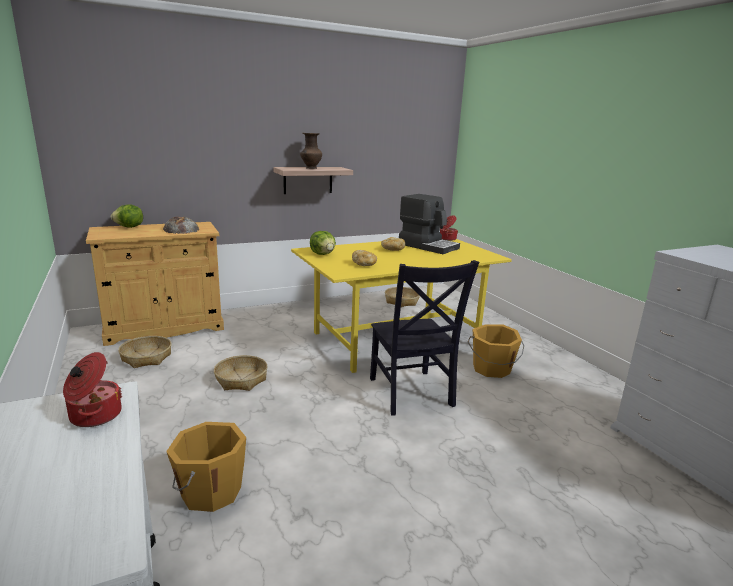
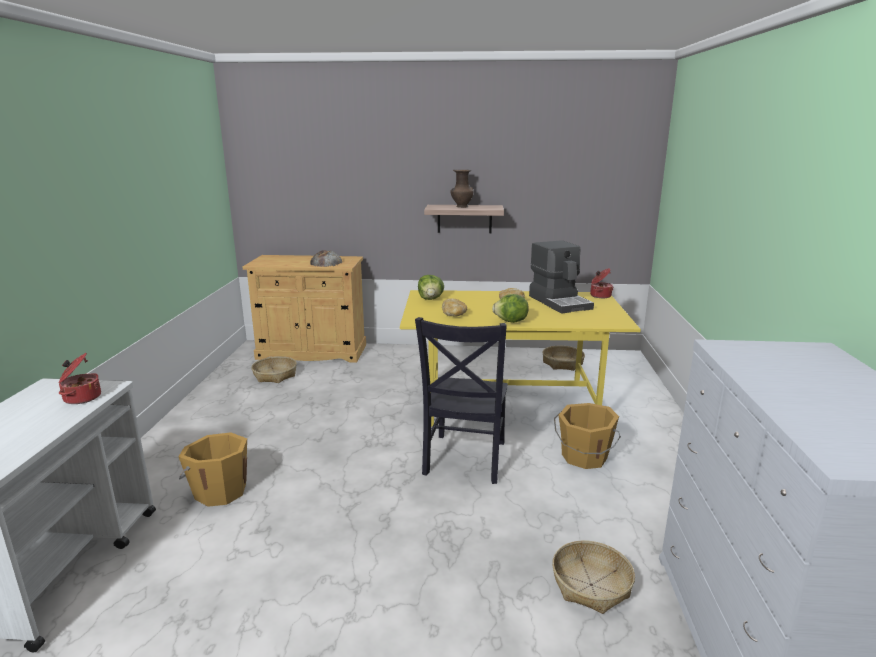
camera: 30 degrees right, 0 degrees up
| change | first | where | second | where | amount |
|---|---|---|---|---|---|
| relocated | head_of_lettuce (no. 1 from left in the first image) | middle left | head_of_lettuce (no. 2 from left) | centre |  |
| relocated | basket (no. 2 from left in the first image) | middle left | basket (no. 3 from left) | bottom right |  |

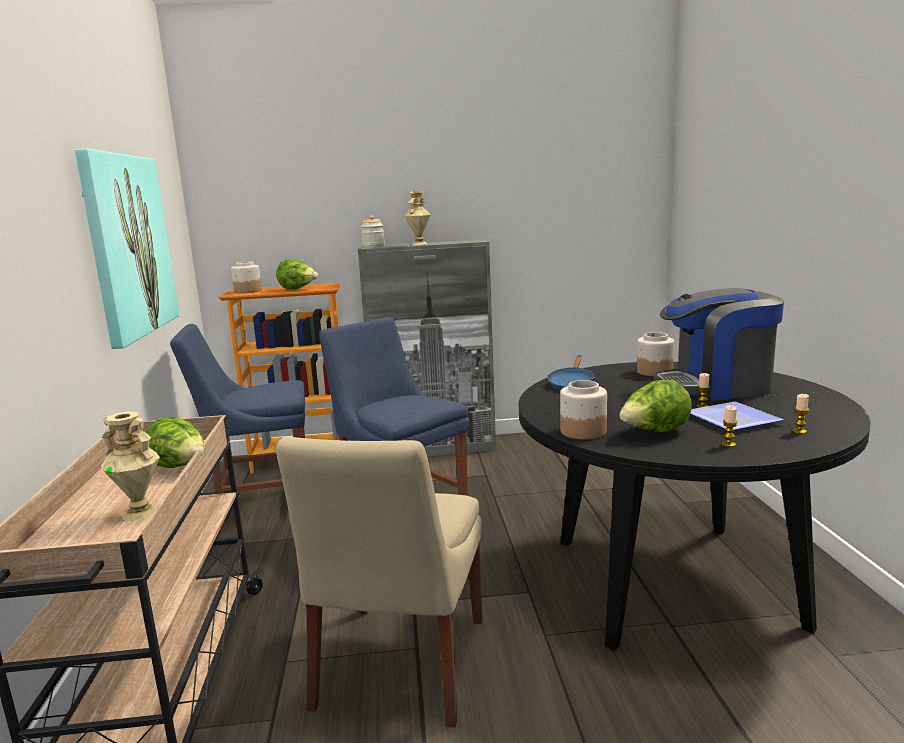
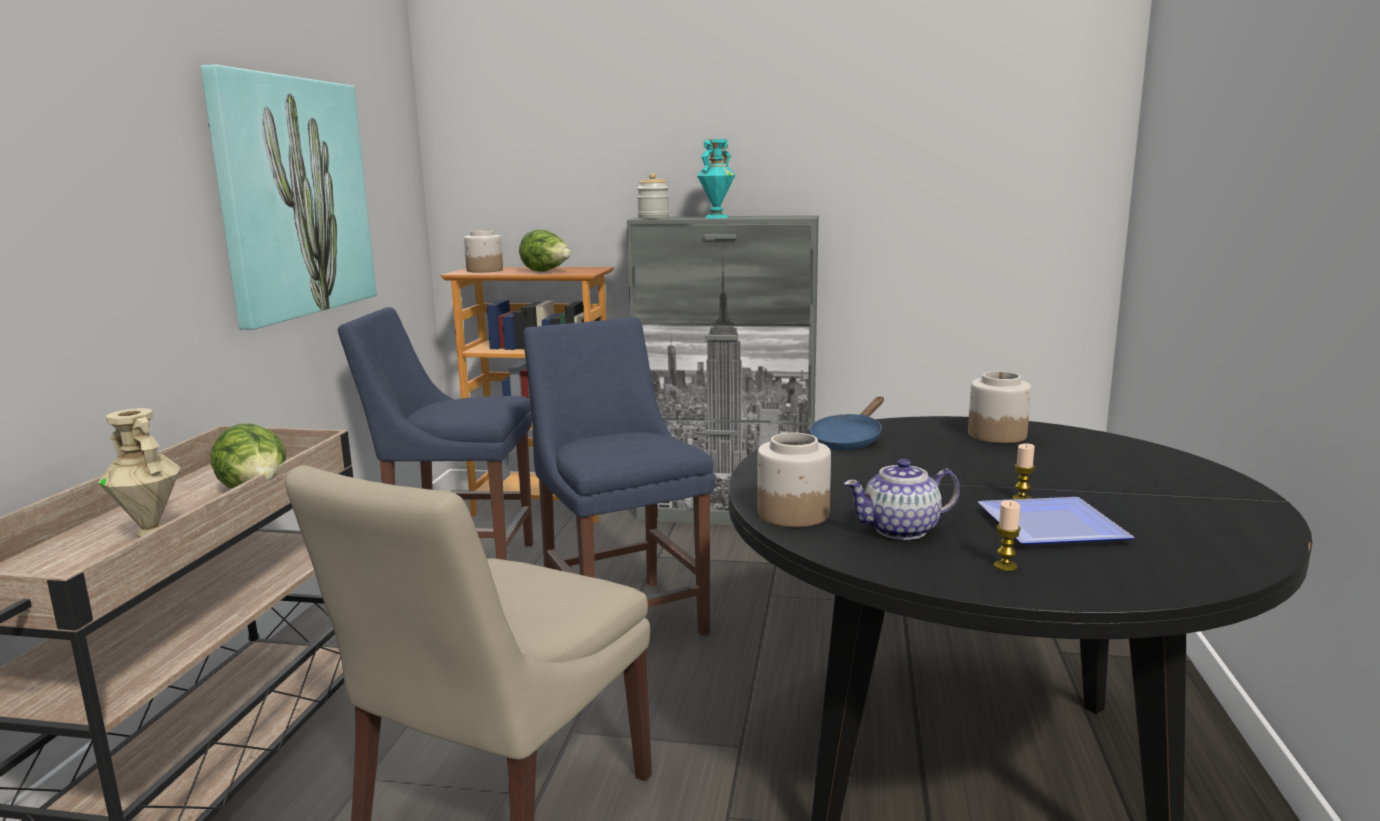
camera: 15 degrees right, 0 degrees up
| change | first | where | second | where | amount |
|---|---|---|---|---|---|
| colour | sand-coloured_vase (no. 2 from left) | top centre | turquoise_vase | top centre |  |
| exchanged | head_of_lettuce (no. 3 from left) | middle right | tea_pot | centre |  |
| missing | coffee_brewer | middle right |  |  |  |
| missing | candle (no. 3 from left) | middle right |  |  |  |

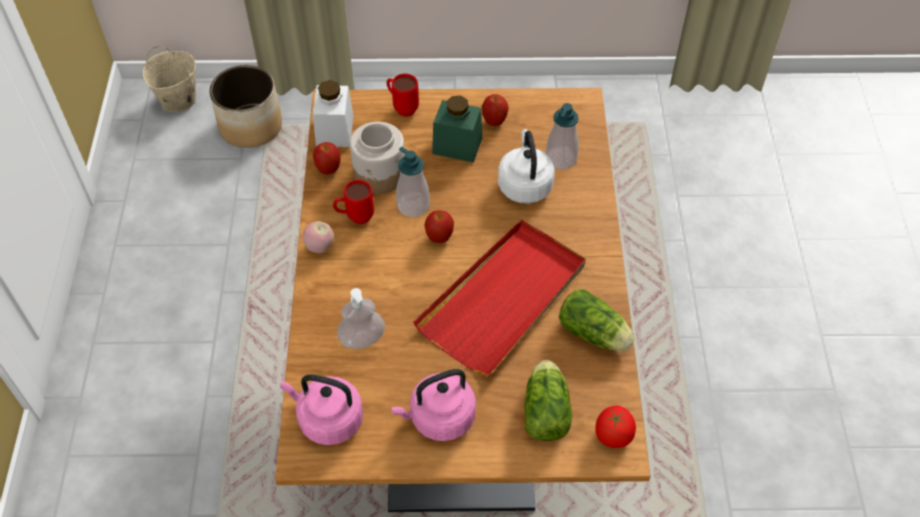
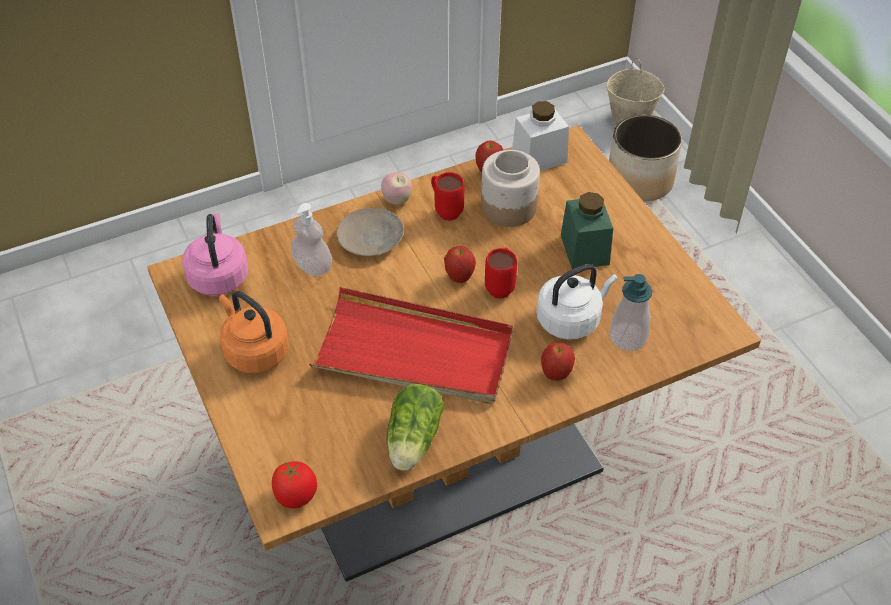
camera: 65 degrees right, 5 degrees down
| change | first | where | second | where | amount |
|---|---|---|---|---|---|
| relocated | reddish_mug (no. 2 from left) | top centre |  | centre |  |
| colour | pink_tea_kettle (no. 2 from left) | bottom centre | orange_tea_kettle | middle left |  |
| missing | liquid_soap_bottle (no. 2 from left) | centre |  |  |  |
| relocated | apple (no. 4 from left) | top centre |  | centre |  |
| missing | head_of_lettuce (no. 1 from left) | bottom centre |  |  |  |
| appeared |  |  | sand-coloured_plate | centre |  |

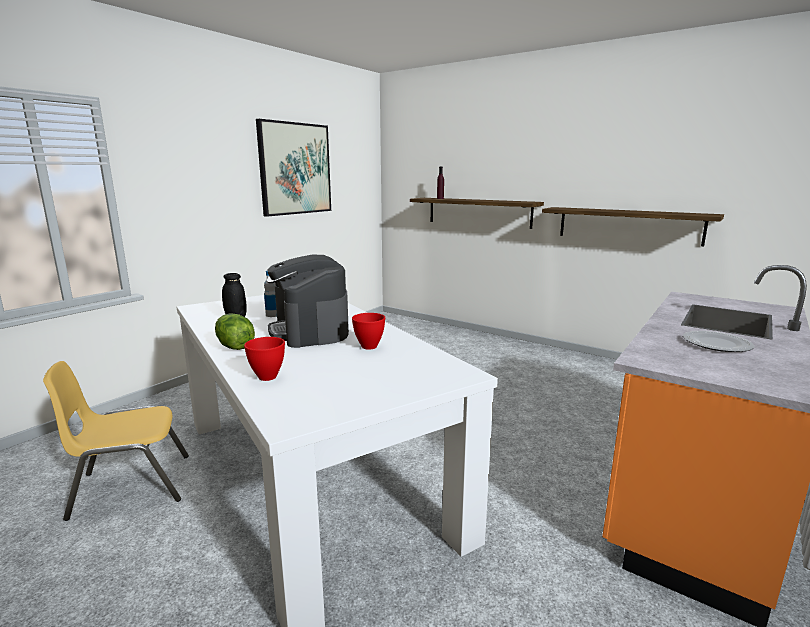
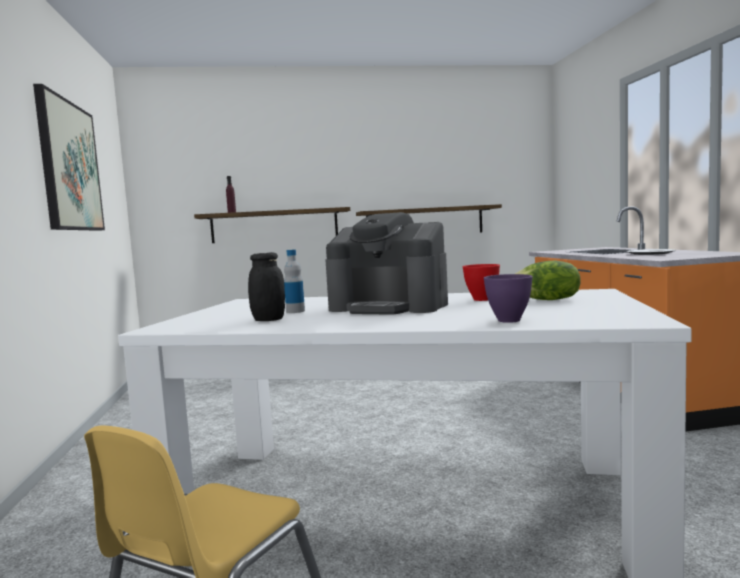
camera: 45 degrees left, 10 degrees down
| change | first | where | second | where | amount |
|---|---|---|---|---|---|
| relocated | head_of_lettuce | middle left |  | middle right |  |
| colour | reddish_serving_bowl (no. 1 from left) | middle left | purple-coloured_serving_bowl | middle right |  |

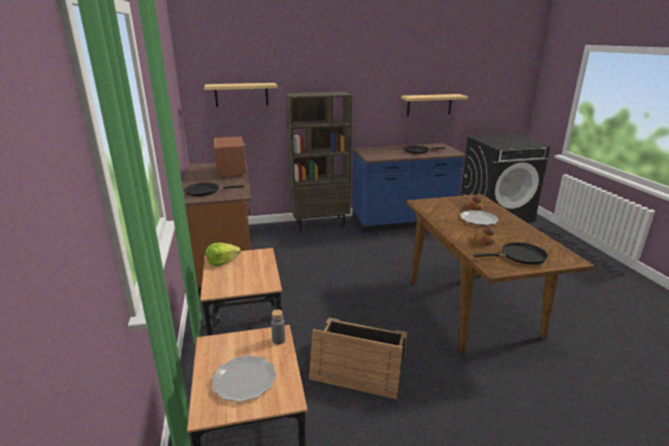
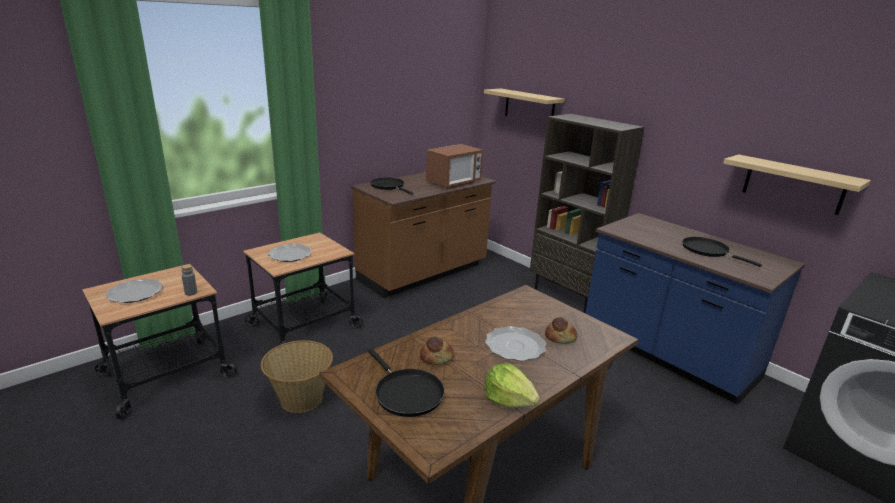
camera: 60 degrees right, 0 degrees up
| change | first | where | second | where | amount |
|---|---|---|---|---|---|
| relocated | head_of_lettuce | centre |  | bottom centre |  |
| exchanged | shipping_crate | bottom centre | basket | bottom left |  |
| appeared |  |  | plate (no. 2 from left) | middle left |  |

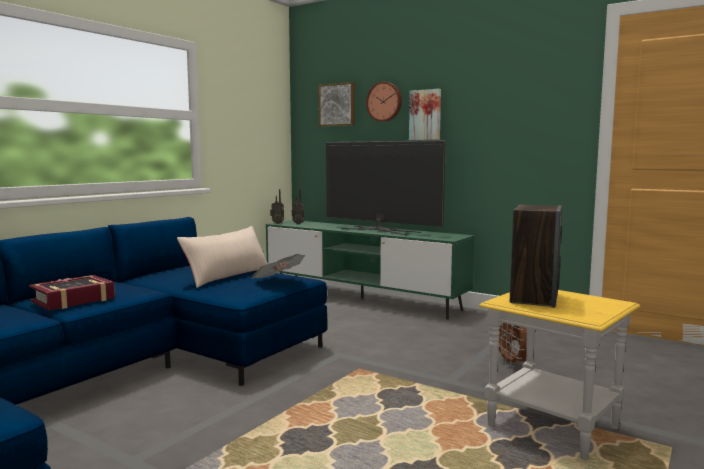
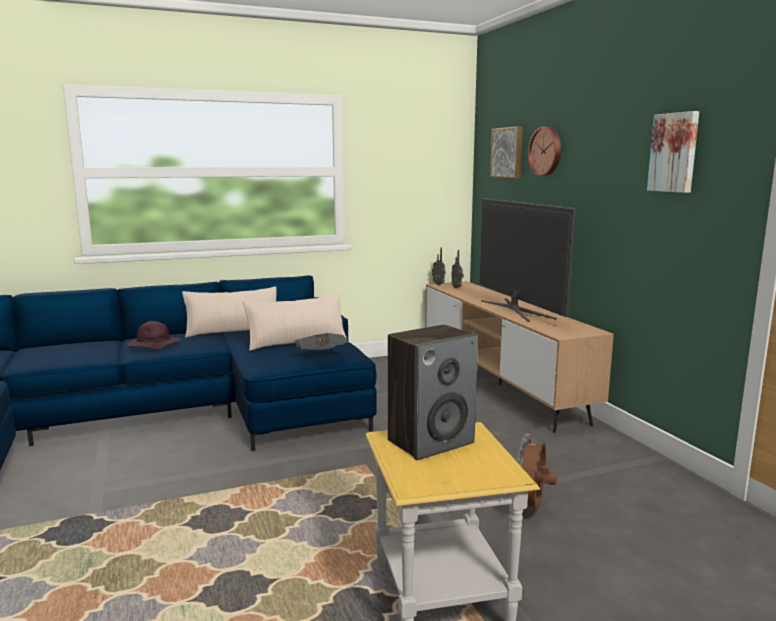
camera: 35 degrees right, 5 degrees up
| change | first | where | second | where | amount |
|---|---|---|---|---|---|
| exchanged | book | middle left | purple-coloured_clothing_hat | middle left |  |
| colour | green-coloured_tv_unit | centre | brownish_tv_unit | middle right |  |
| relocated | wall_art (no. 2 from left) | top centre |  | top right |  |
| appeared |  |  | sand-coloured_pillow (no. 1 from left) | middle left |  |

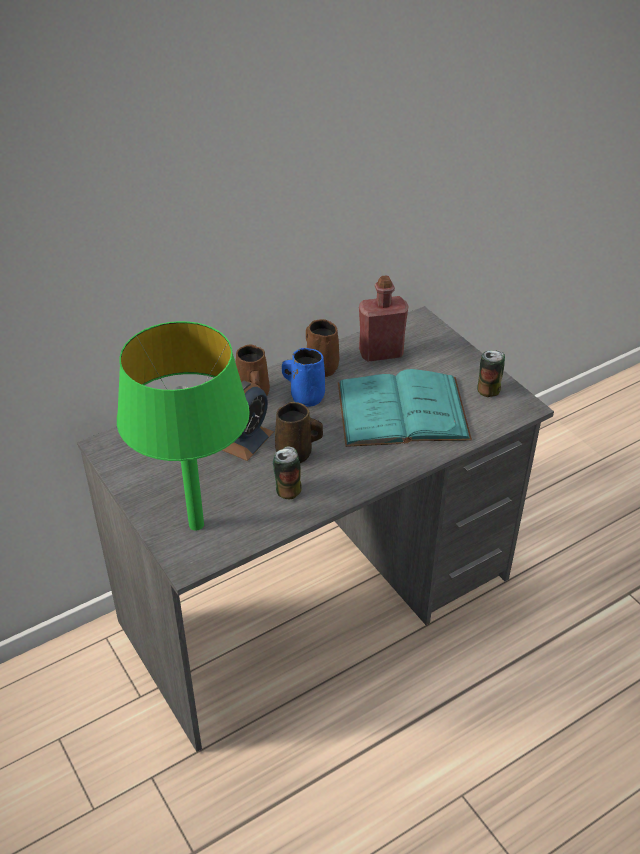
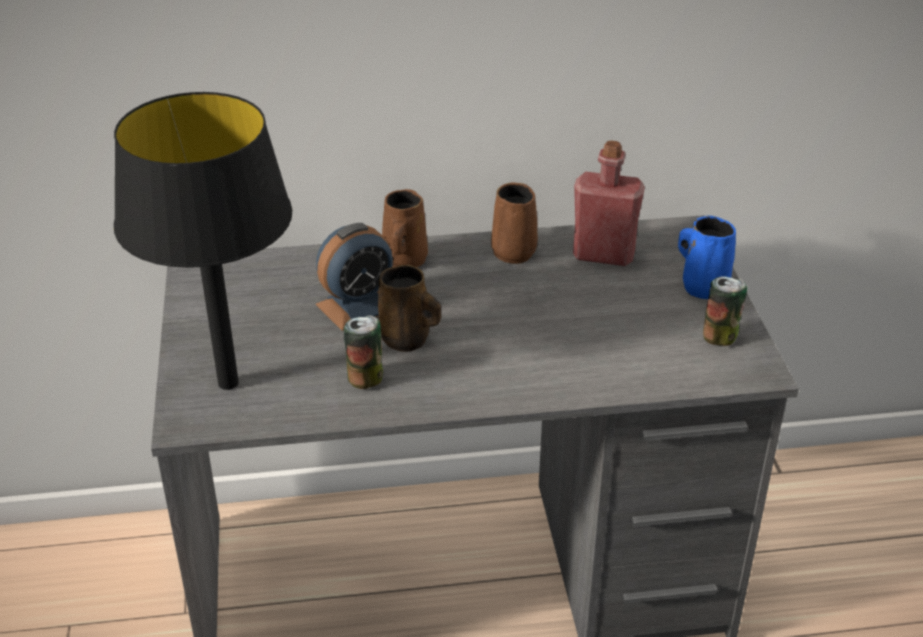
camera: 25 degrees right, 5 degrees down
| change | first | where | second | where | amount |
|---|---|---|---|---|---|
| colour | green-coloured_table_lamp | middle left | black_table_lamp | middle left |  |
| relocated | blue_mug | centre |  | middle right |  |
| missing | turquoise_book | centre |  |  |  |

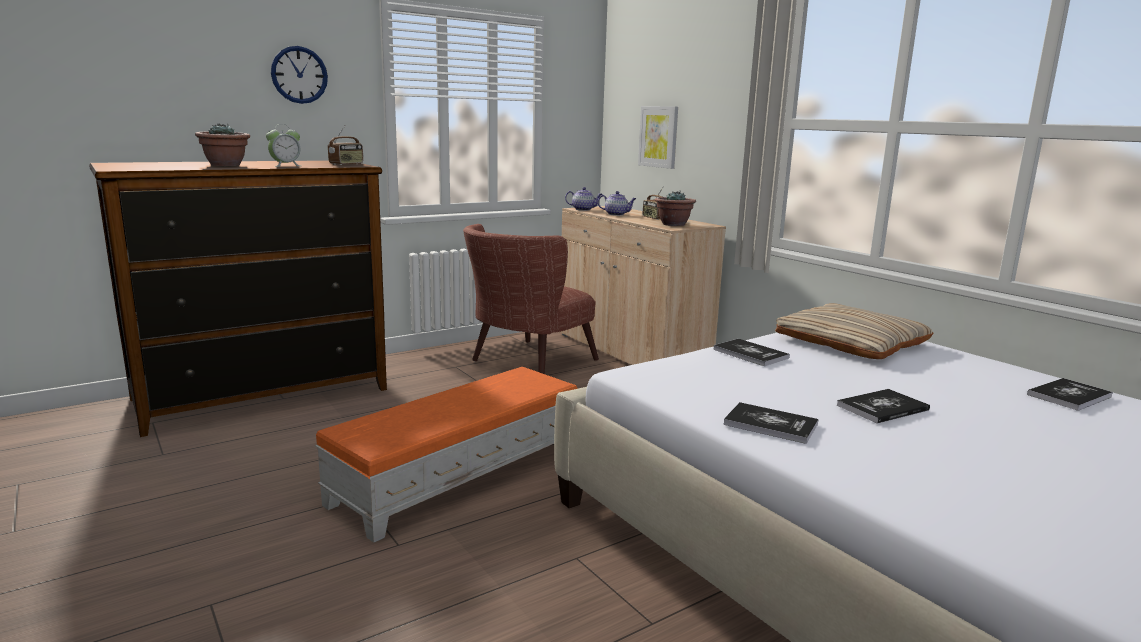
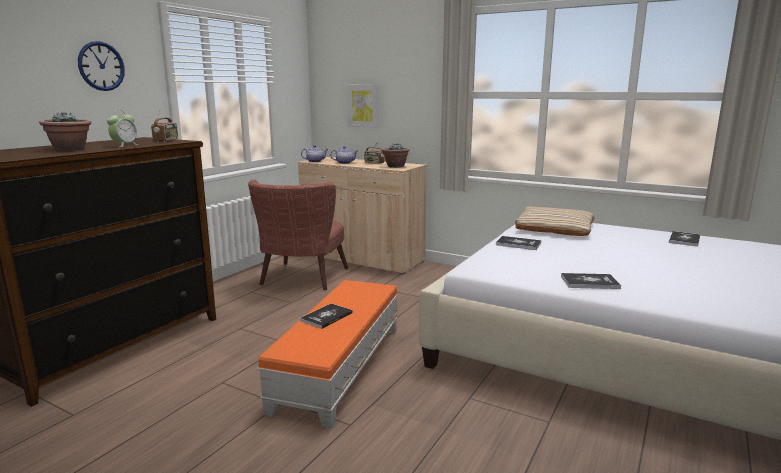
camera: 25 degrees left, 0 degrees up
| change | first | where | second | where | amount |
|---|---|---|---|---|---|
| relocated | book (no. 3 from left in the first image) | middle right | book (no. 1 from left) | bottom centre |  |

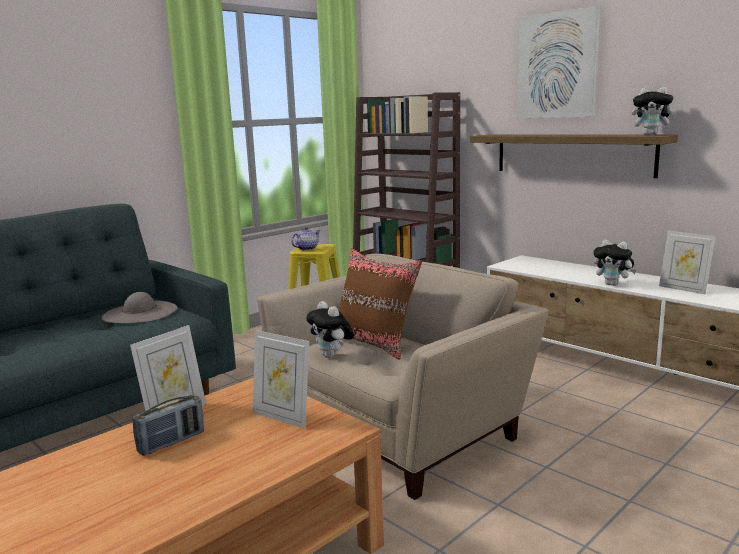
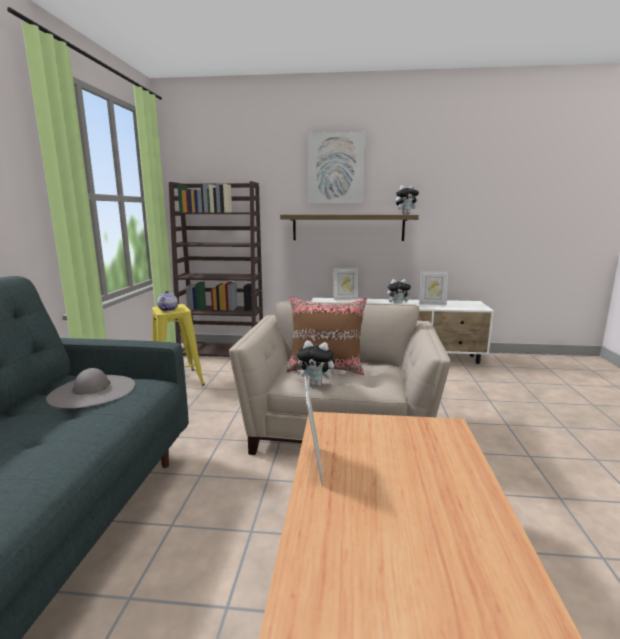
camera: 40 degrees left, 0 degrees up
| change | first | where | second | where | amount |
|---|---|---|---|---|---|
| missing | radio_receiver | bottom left |  |  |  |
| relocated | photo_frame (no. 2 from left) | bottom centre |  | centre |  |

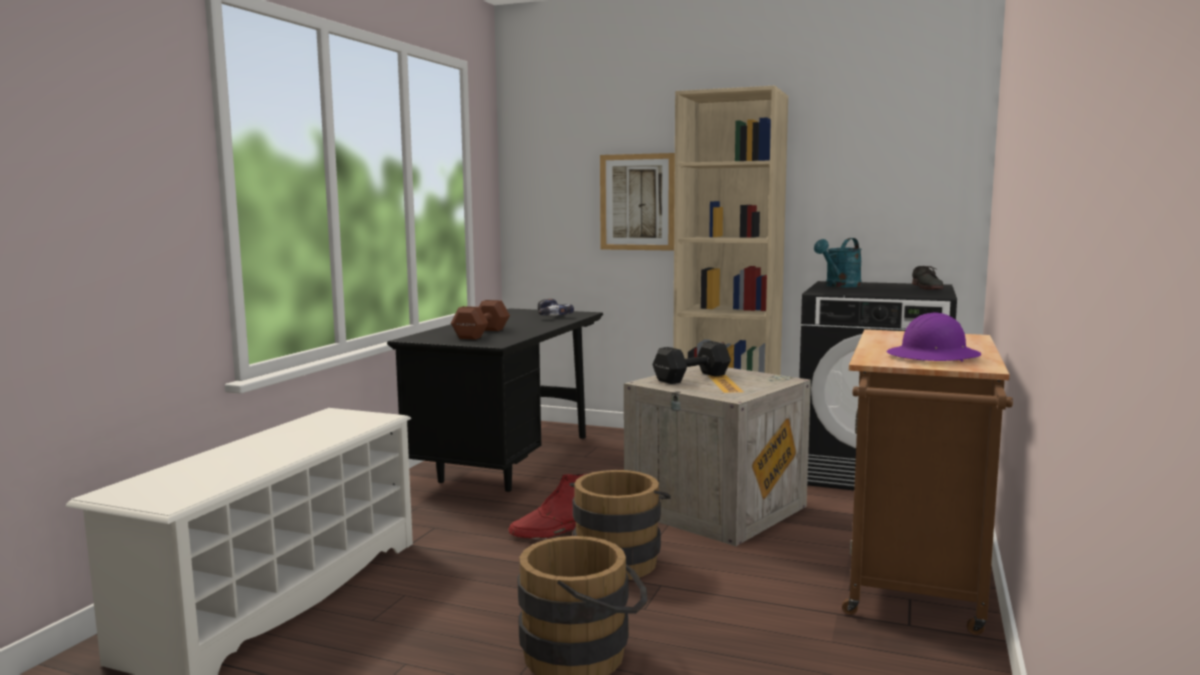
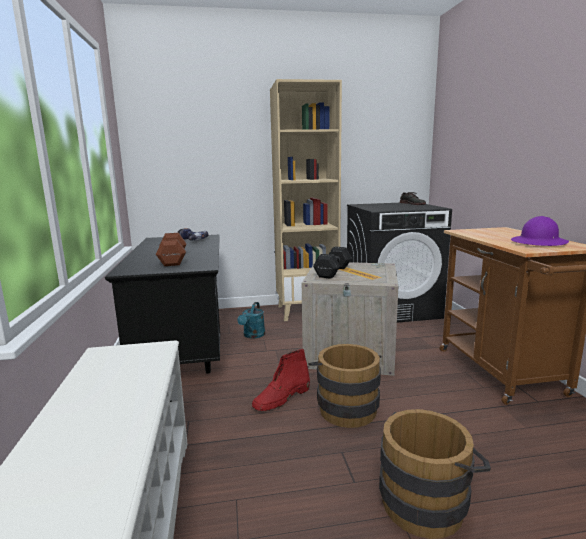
camera: 30 degrees left, 5 degrees up
| change | first | where | second | where | amount |
|---|---|---|---|---|---|
| missing | wall_art | top centre |  |  |  |
| relocated | turquoise_watering_pot | middle right |  | centre |  |

